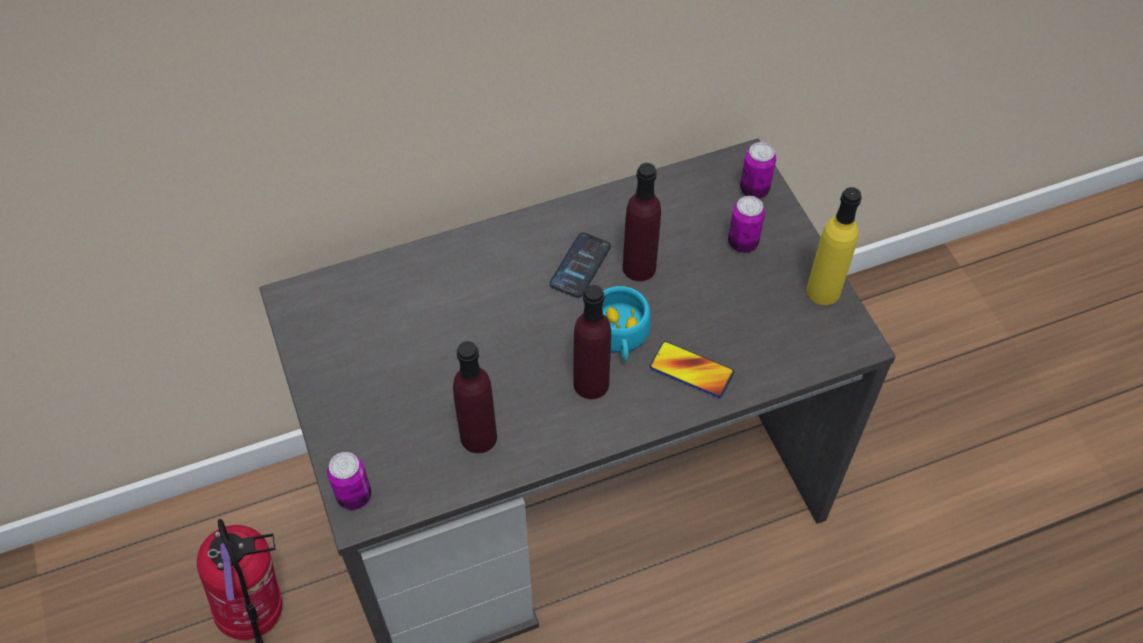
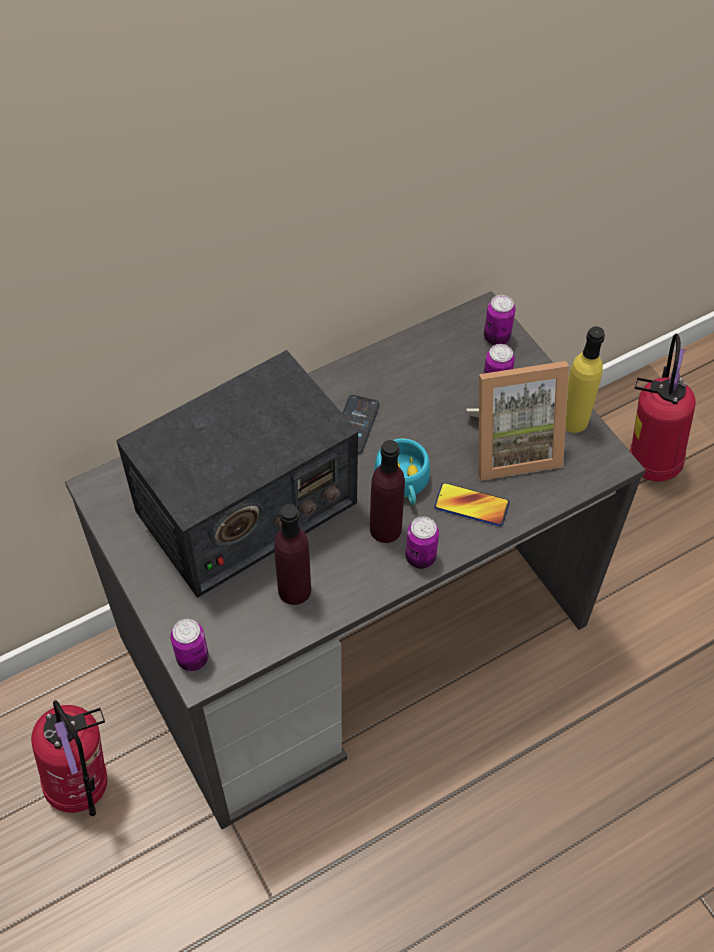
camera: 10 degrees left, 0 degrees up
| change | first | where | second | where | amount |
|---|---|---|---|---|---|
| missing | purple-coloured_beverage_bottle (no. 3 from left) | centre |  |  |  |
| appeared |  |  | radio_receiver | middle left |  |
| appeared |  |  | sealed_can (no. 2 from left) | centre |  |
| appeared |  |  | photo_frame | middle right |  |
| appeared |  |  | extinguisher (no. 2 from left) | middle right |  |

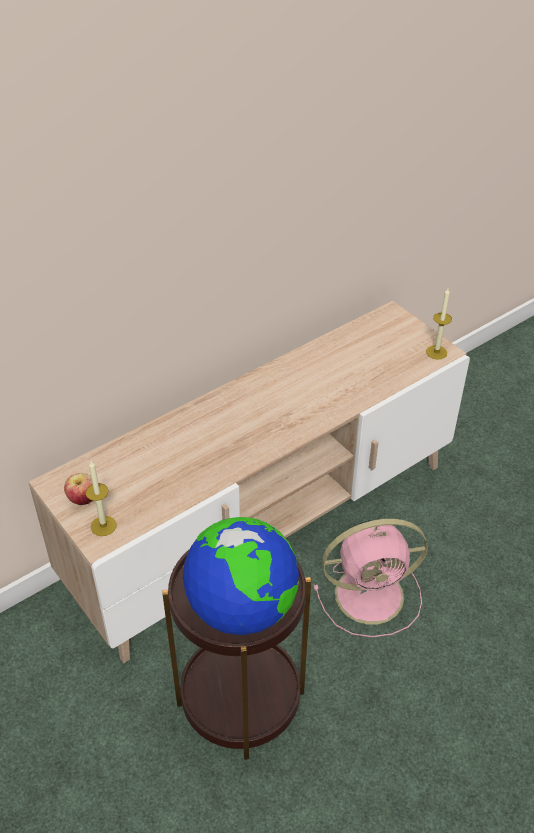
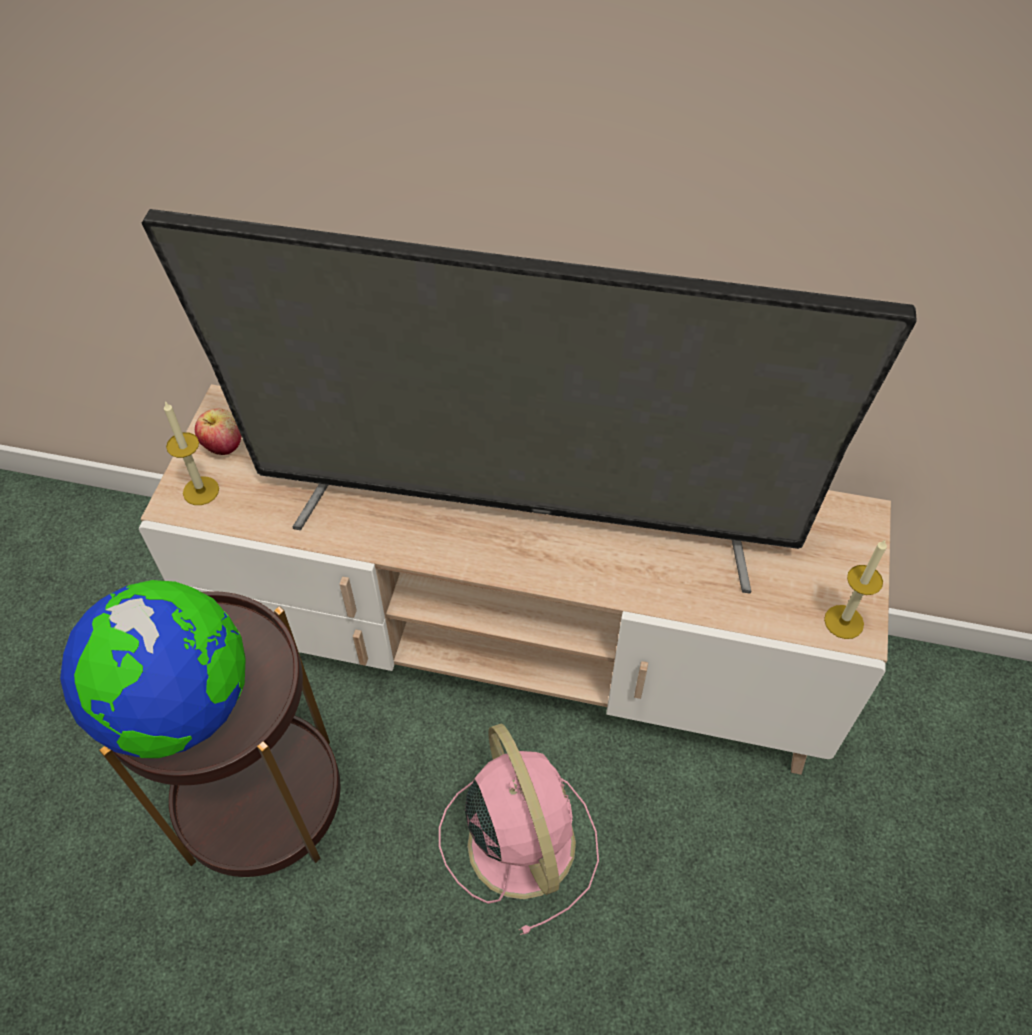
camera: 50 degrees right, 10 degrees up
| change | first | where | second | where | amount |
|---|---|---|---|---|---|
| spun | pink_fan | bottom right |  | bottom centre | 150 degrees counterclockwise |
| appeared |  |  | TV_set | centre |  |

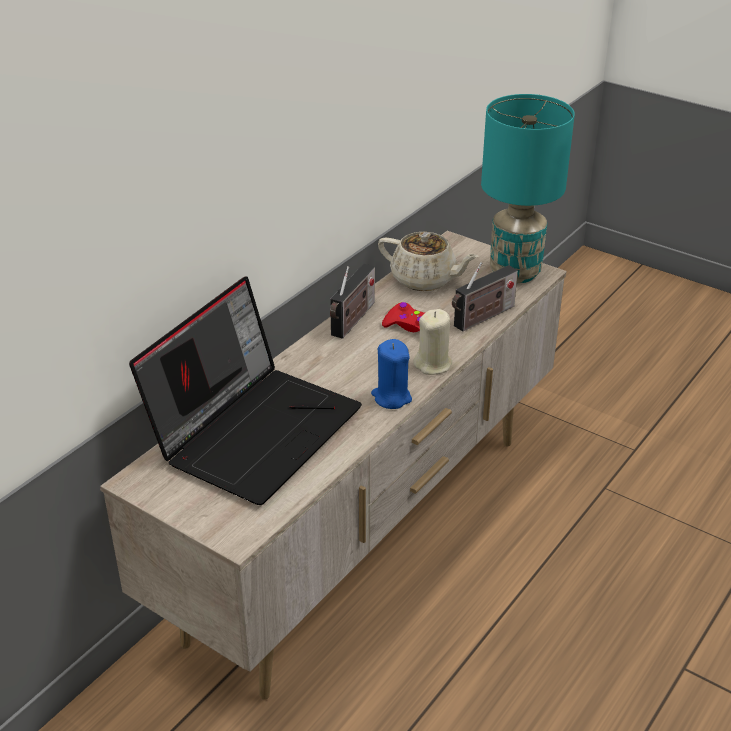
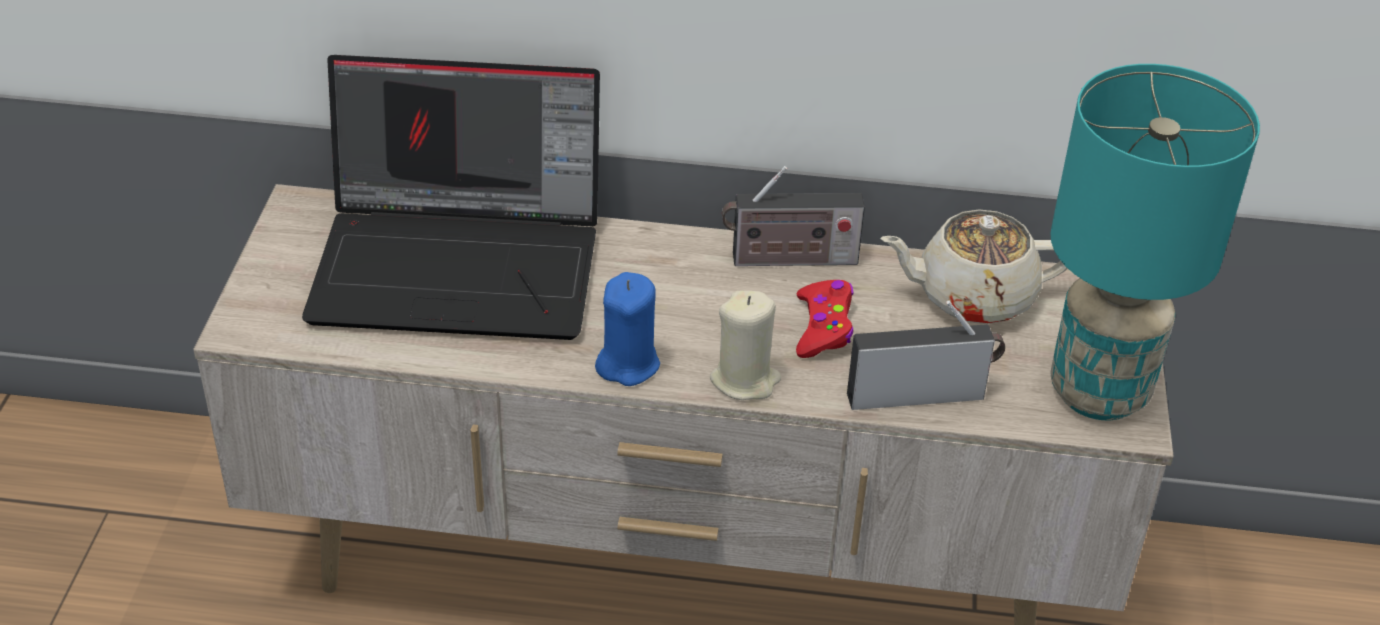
camera: 60 degrees right, 5 degrees up
| change | first | where | second | where | amount |
|---|---|---|---|---|---|
| spun | sand-coloured_tea_pot | centre |  | middle right | 90 degrees clockwise |
| spun | radio_receiver (no. 2 from left) | centre |  | middle right | 150 degrees clockwise |

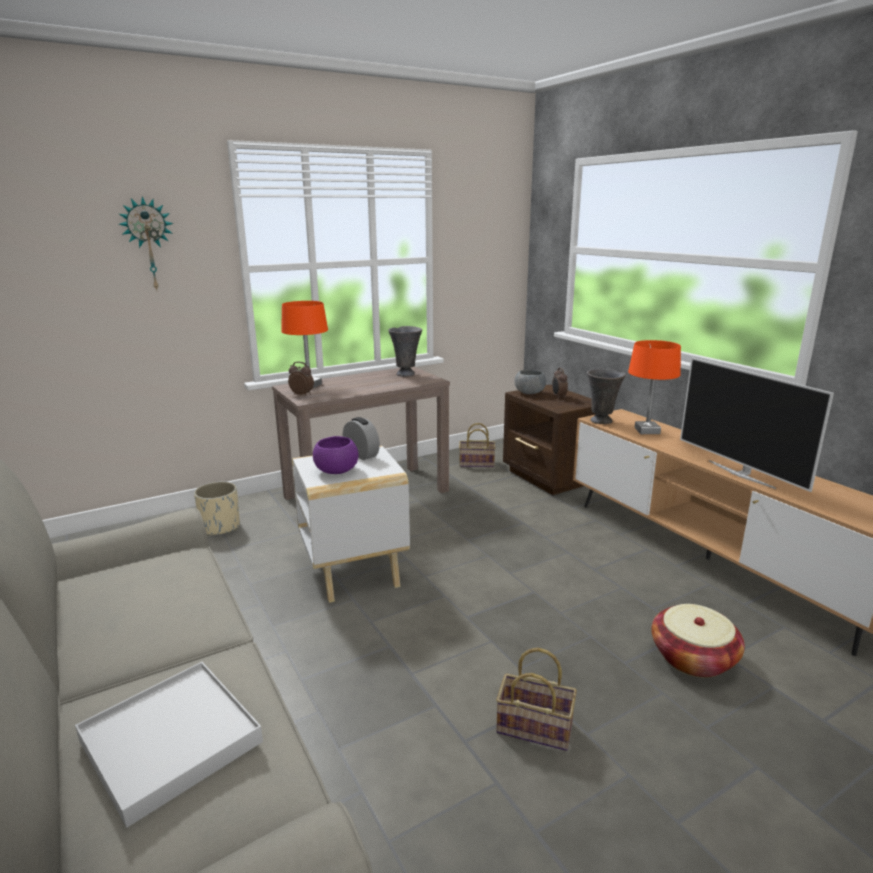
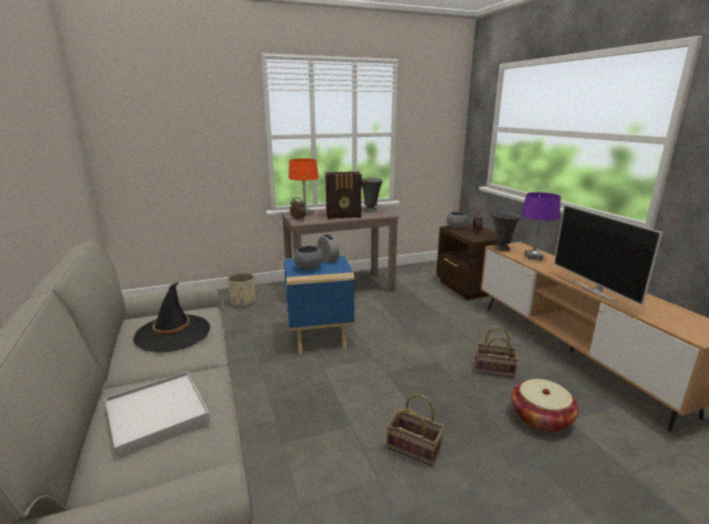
camera: 10 degrees right, 0 degrees up
| change | first | where | second | where | amount |
|---|---|---|---|---|---|
| missing | wall_clock | top left |  |  |  |
| colour | white_end_table | centre | blue_end_table | centre |  |
| colour | purple-coloured_serving_bowl | centre | gray_serving_bowl (no. 1 from left) | centre |  |
| relocated | basket (no. 1 from left in the first image) | centre | basket (no. 2 from left) | bottom right |  |
| colour | orange_table_lamp (no. 2 from left) | middle right | purple-coloured_table_lamp | middle right |  |
| appeared |  |  | black_clothing_hat | middle left |  |
| appeared |  |  | radio_receiver | centre |  |

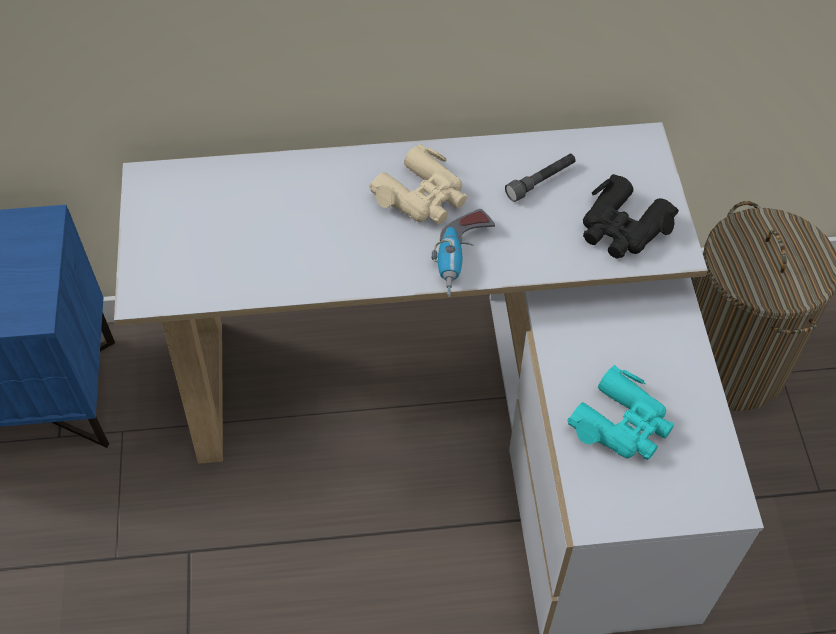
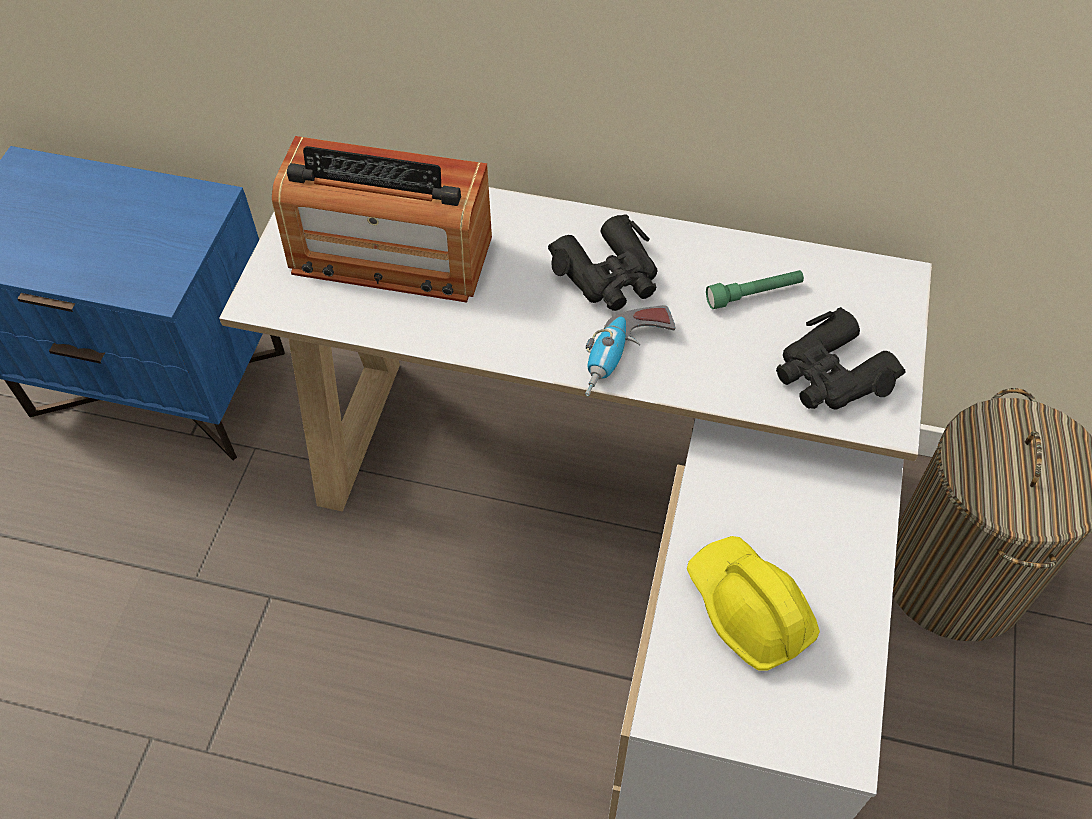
camera: 20 degrees right, 0 degrees up
| change | first | where | second | where | amount |
|---|---|---|---|---|---|
| colour | sand-coloured_field_glasses | top centre | black_field_glasses (no. 1 from left) | top centre |  |
| colour | gray_flashlight | top centre | green-coloured_flashlight | middle right |  |
| exchanged | turquoise_field_glasses | middle right | yellow-coloured_safety_helmet | bottom right |  |
| appeared |  |  | radio_receiver | top centre |  |

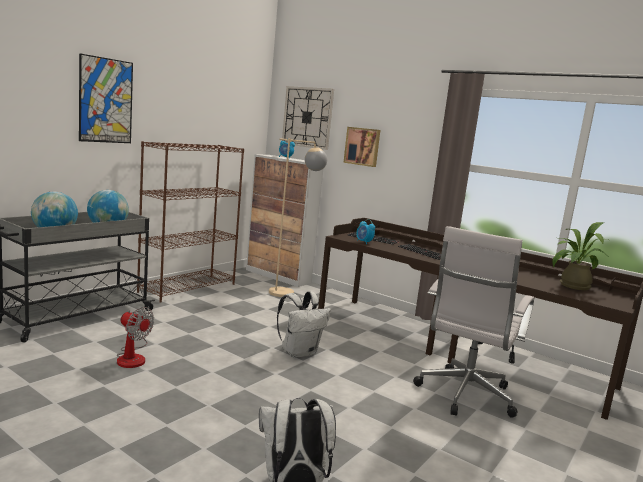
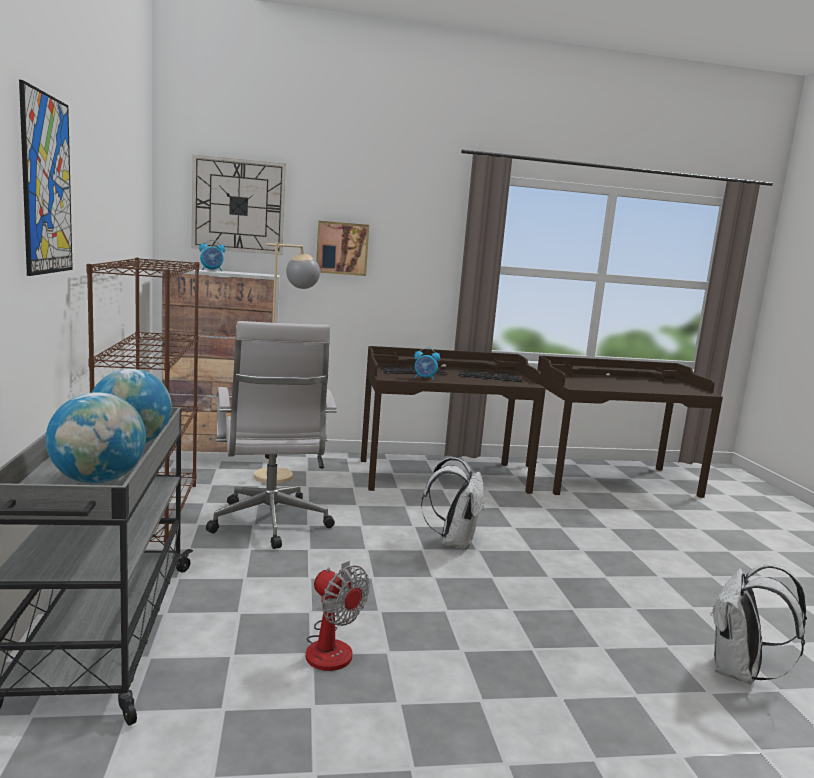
camera: 45 degrees left, 0 degrees up
| change | first | where | second | where | amount |
|---|---|---|---|---|---|
| spun | fan | bottom left |  | bottom centre | 60 degrees clockwise |
| relocated | white_computer_chair | bottom right |  | middle left |  |
| missing | potted_plant | middle right |  |  |  |

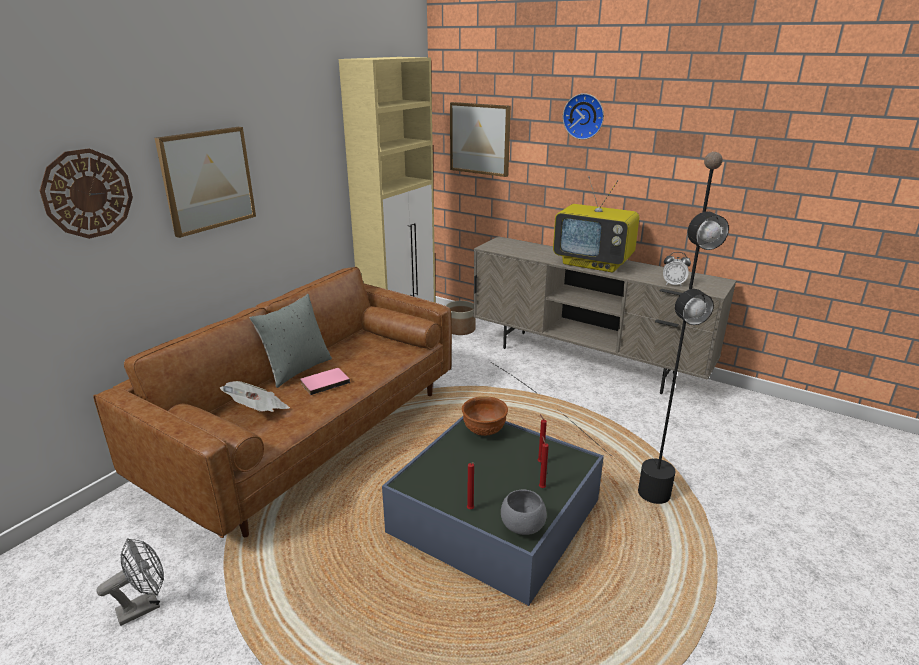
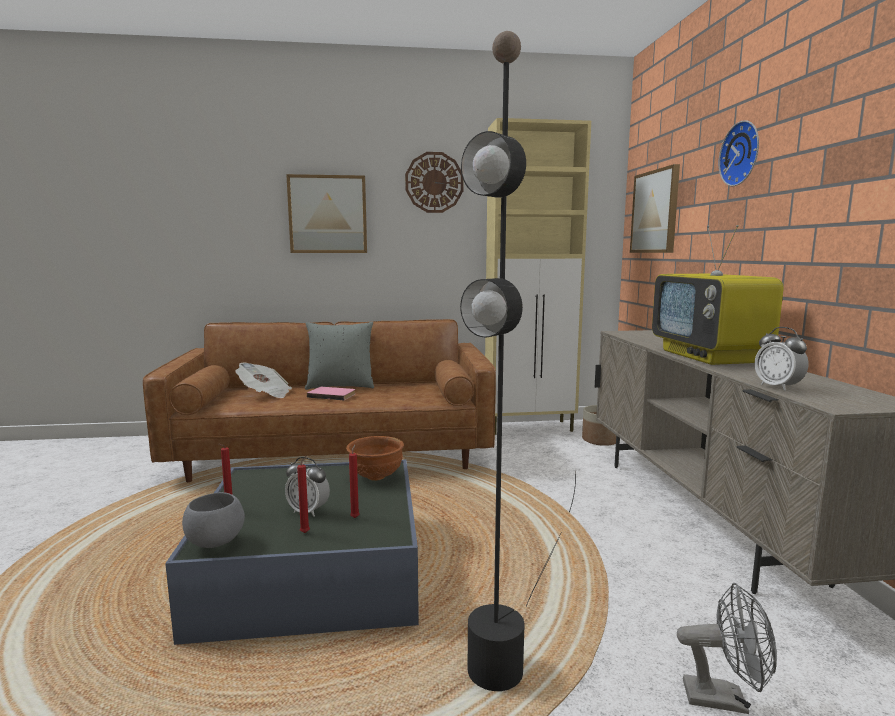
camera: 50 degrees right, 15 degrees down
| change | first | where | second | where | amount |
|---|---|---|---|---|---|
| relocated | wall_clock (no. 1 from left) | top left |  | top centre |  |
| relocated | gray_fan | bottom left |  | bottom right |  |
| appeared |  |  | alarm_clock (no. 1 from left) | bottom centre |  |

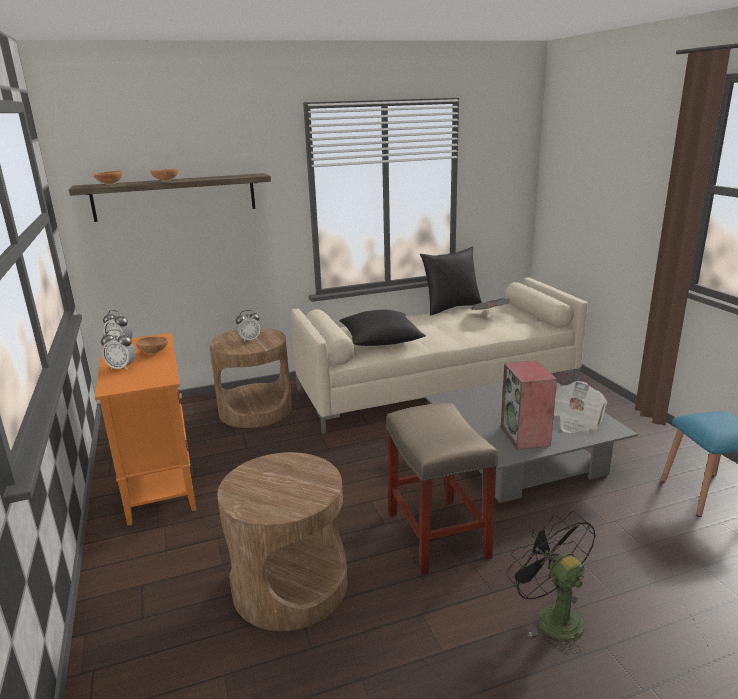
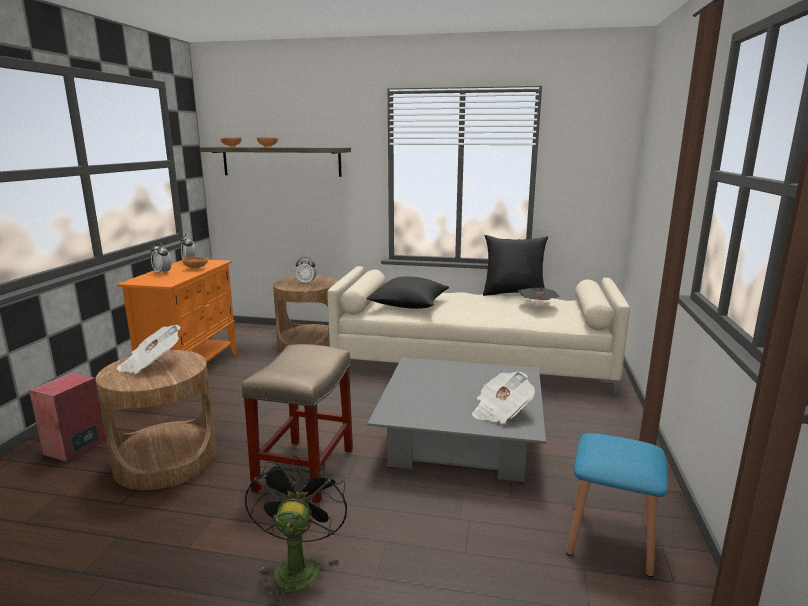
camera: 30 degrees right, 5 degrees down
| change | first | where | second | where | amount |
|---|---|---|---|---|---|
| relocated | audio_speaker | middle right |  | bottom left |  |
| appeared |  |  | newspaper (no. 1 from left) | middle left |  |

